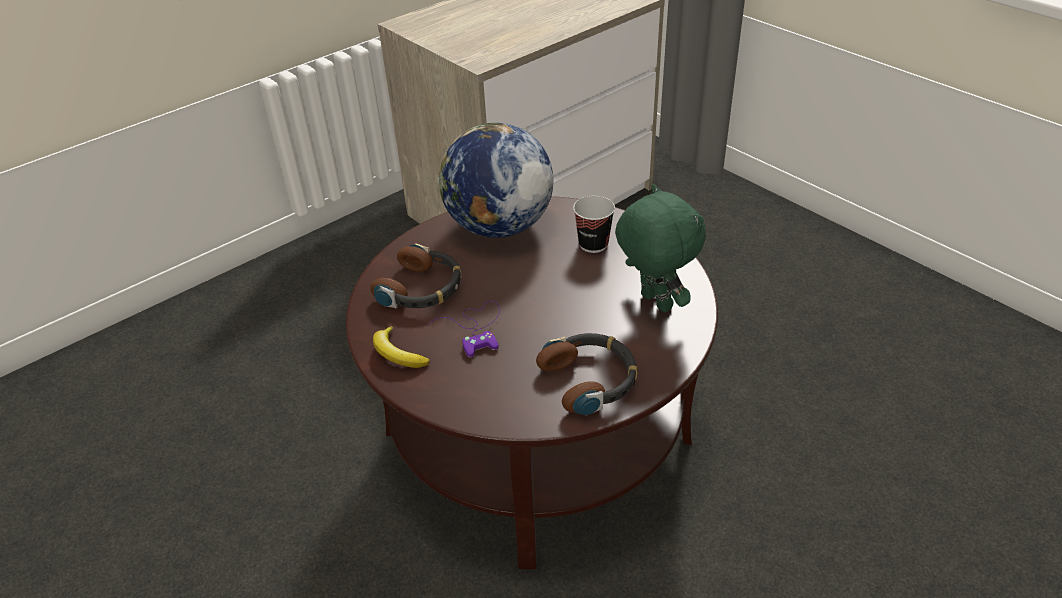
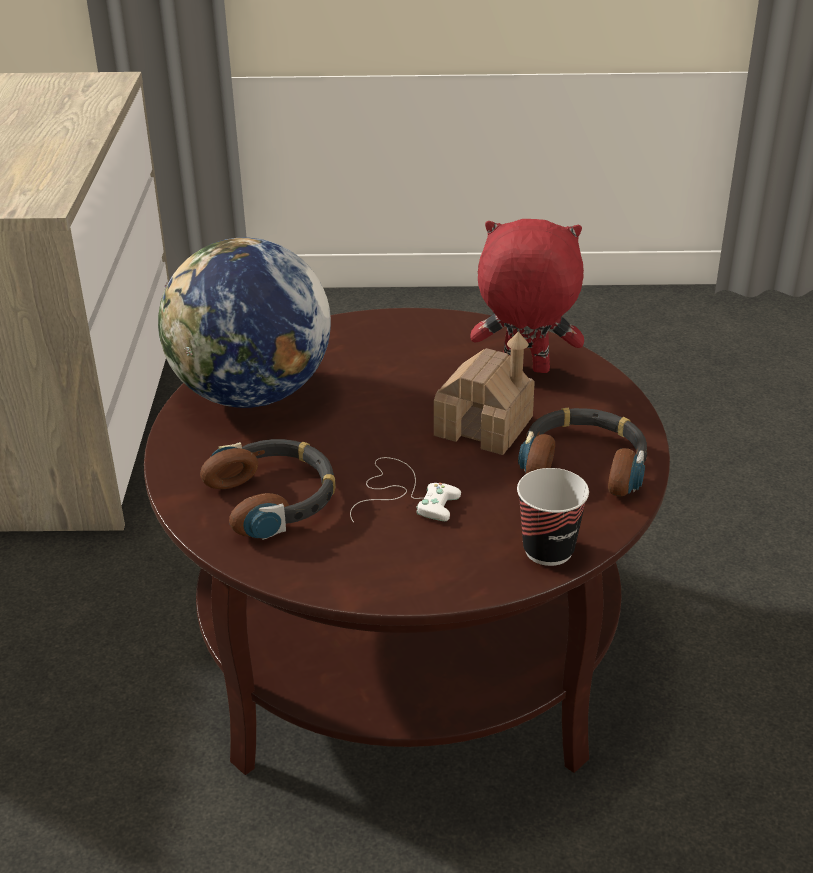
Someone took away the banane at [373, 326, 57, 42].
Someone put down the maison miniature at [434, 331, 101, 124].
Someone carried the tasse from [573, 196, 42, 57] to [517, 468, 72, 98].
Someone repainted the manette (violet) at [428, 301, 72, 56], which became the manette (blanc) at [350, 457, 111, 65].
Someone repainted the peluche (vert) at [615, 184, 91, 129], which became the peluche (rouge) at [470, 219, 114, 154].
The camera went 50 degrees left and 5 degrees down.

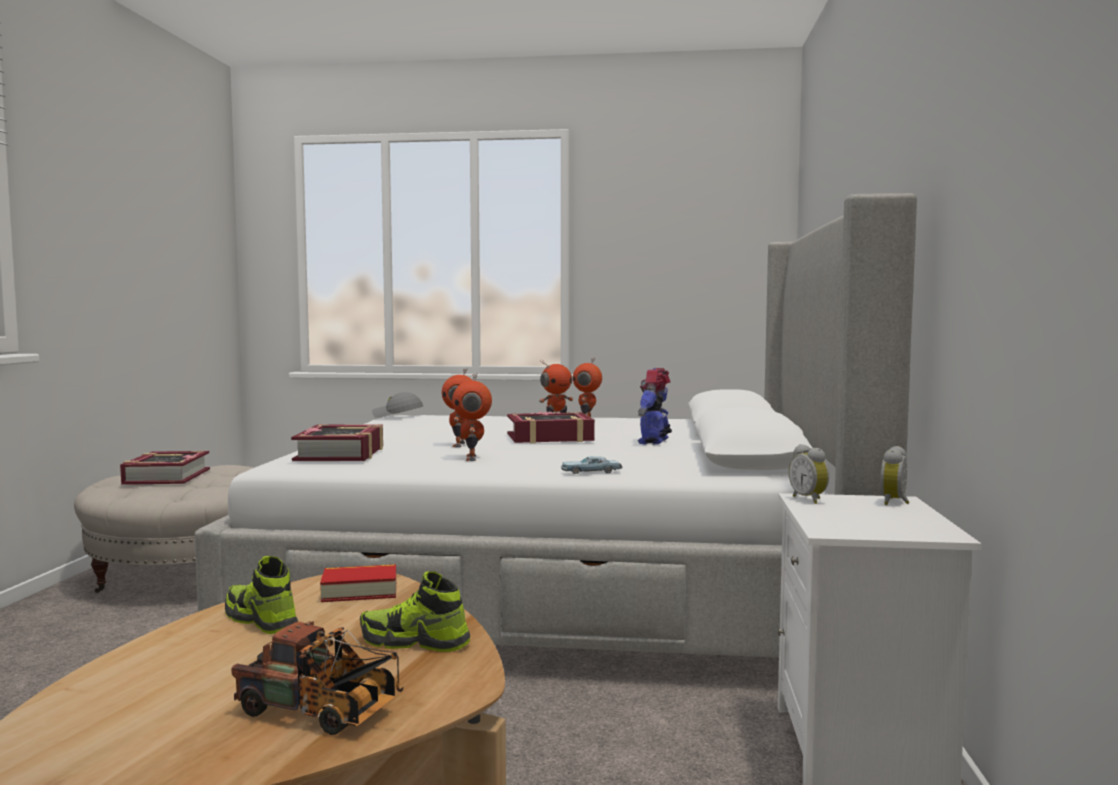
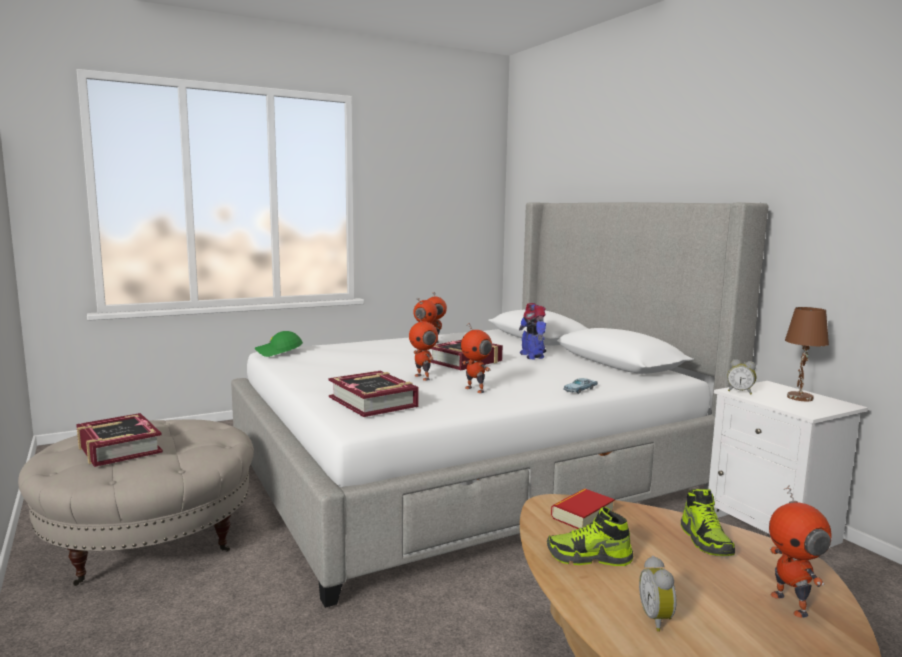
Someone put down the lampe de table (marron) at [785, 307, 44, 94].
Someone carried the réveil from [880, 446, 29, 59] to [639, 556, 37, 76].
Someone swapped the camion jouet at [231, 621, 172, 114] for the robot jouet at [769, 485, 63, 133].
Someone repainted the casquette (gris) at [372, 392, 51, 26], which became the casquette (vert) at [255, 331, 48, 26].
Someone rotated the chaussure at [360, 572, 110, 80] by 75 degrees counterclockwise.
The camera went 35 degrees left and 5 degrees up.

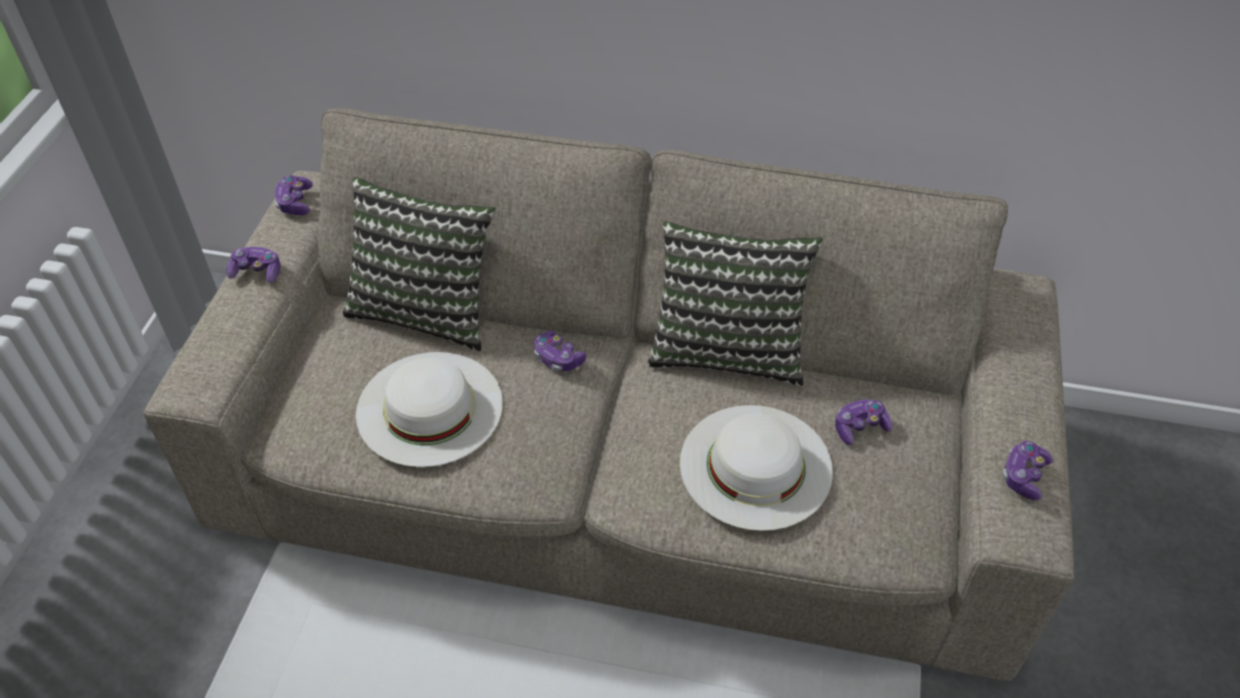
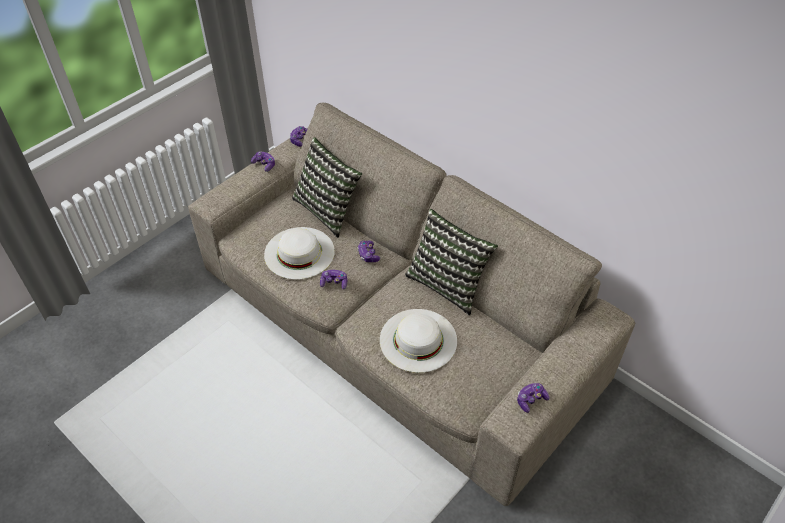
Someone carried the manette from [835, 400, 57, 45] to [320, 270, 27, 20].
The camera went 30 degrees right and 0 degrees up.

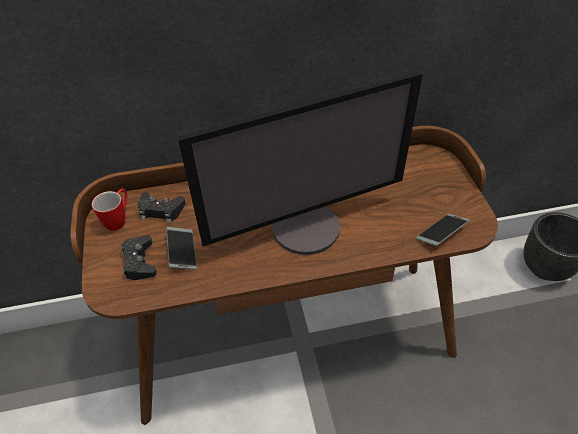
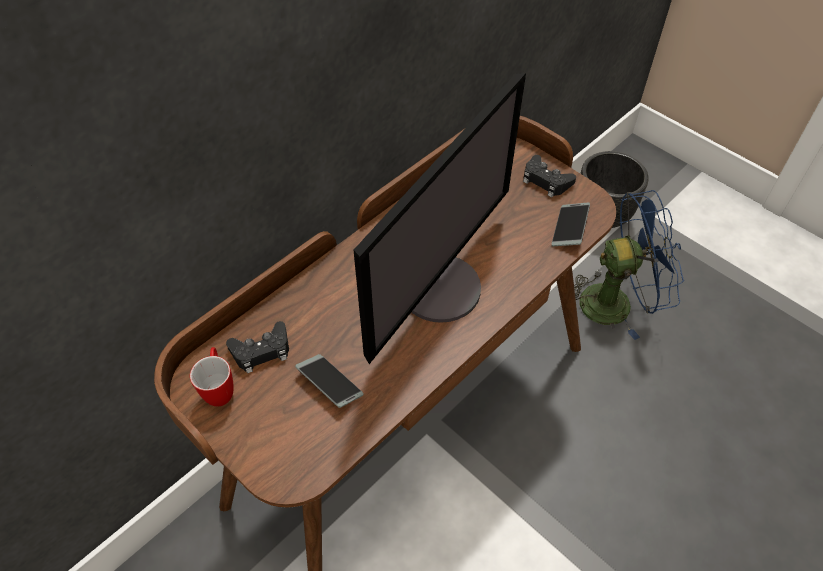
Someone put down the ventilateur (bleu) at [574, 190, 110, 150].
Someone carried the manette (noir) from [121, 235, 36, 45] to [523, 155, 53, 43].
The camera went 35 degrees left and 5 degrees up.

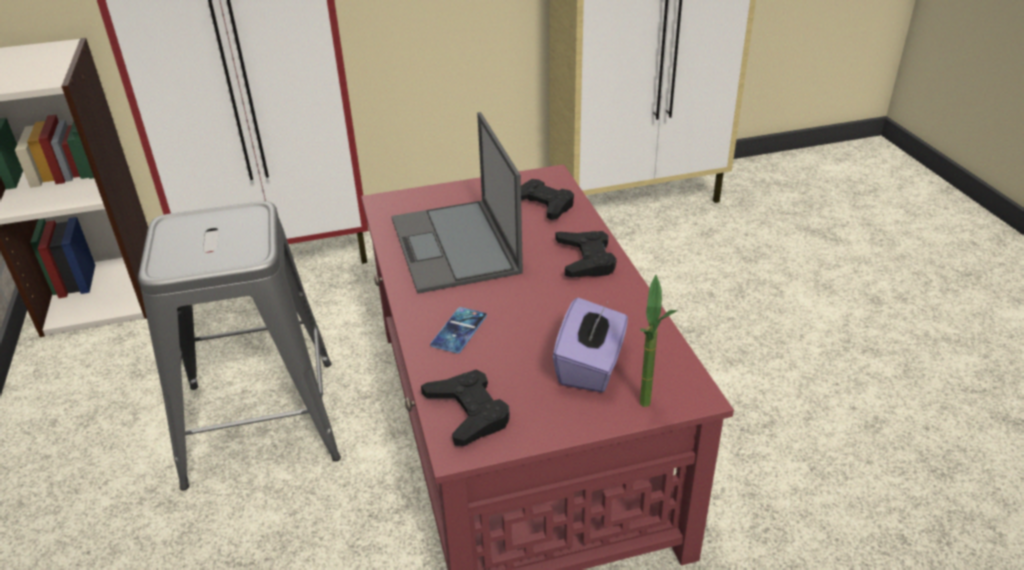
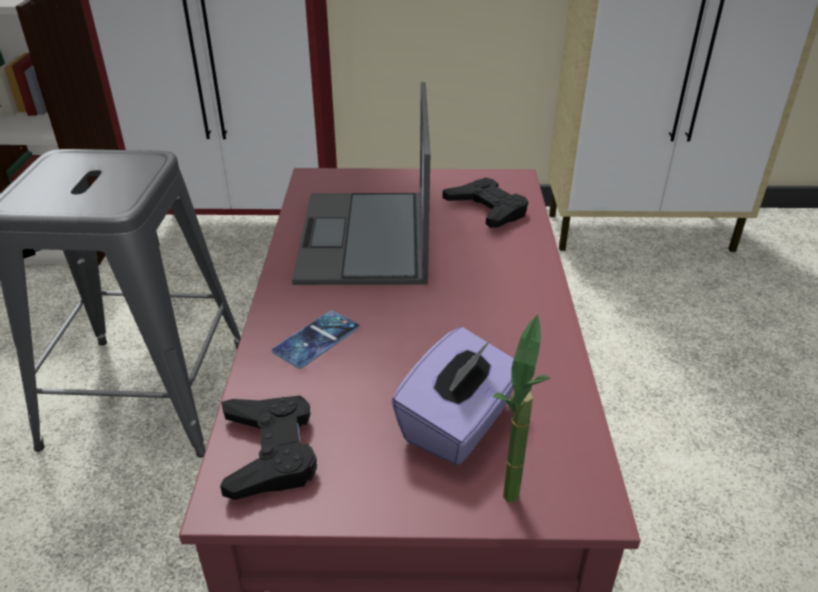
Someone took away the manette (noir) at [556, 231, 61, 47].
The camera went 15 degrees right and 0 degrees up.

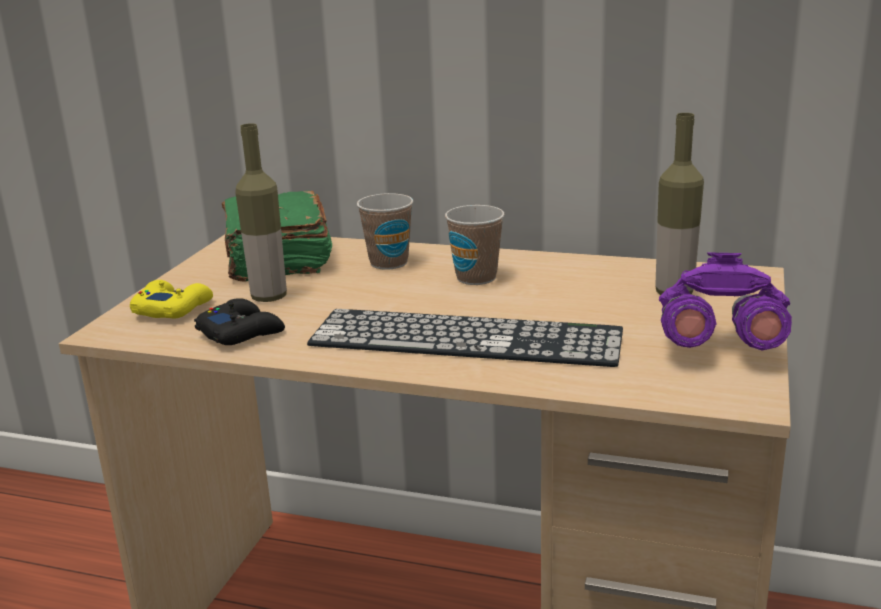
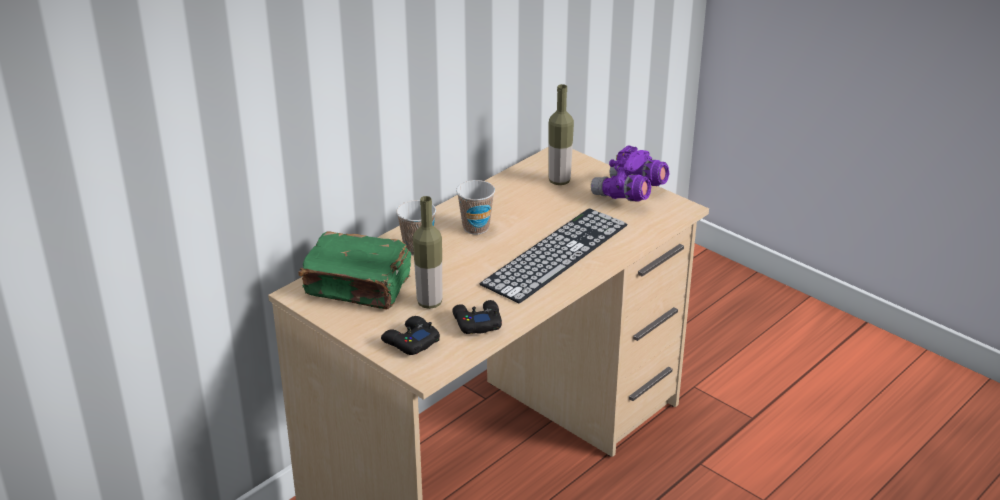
Someone repainted the manette (jaune) at [130, 280, 83, 38], which became the manette (noir) at [381, 316, 59, 39].
The camera went 65 degrees left and 10 degrees up.

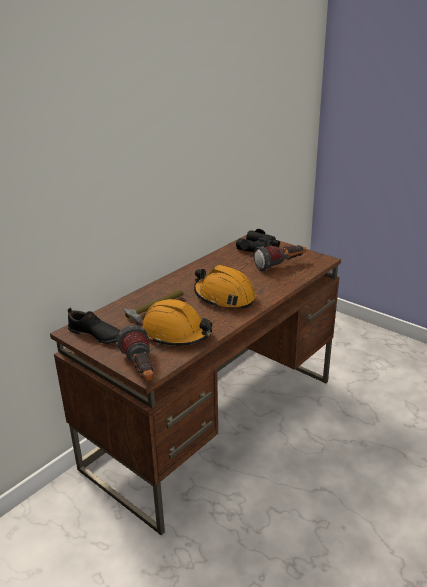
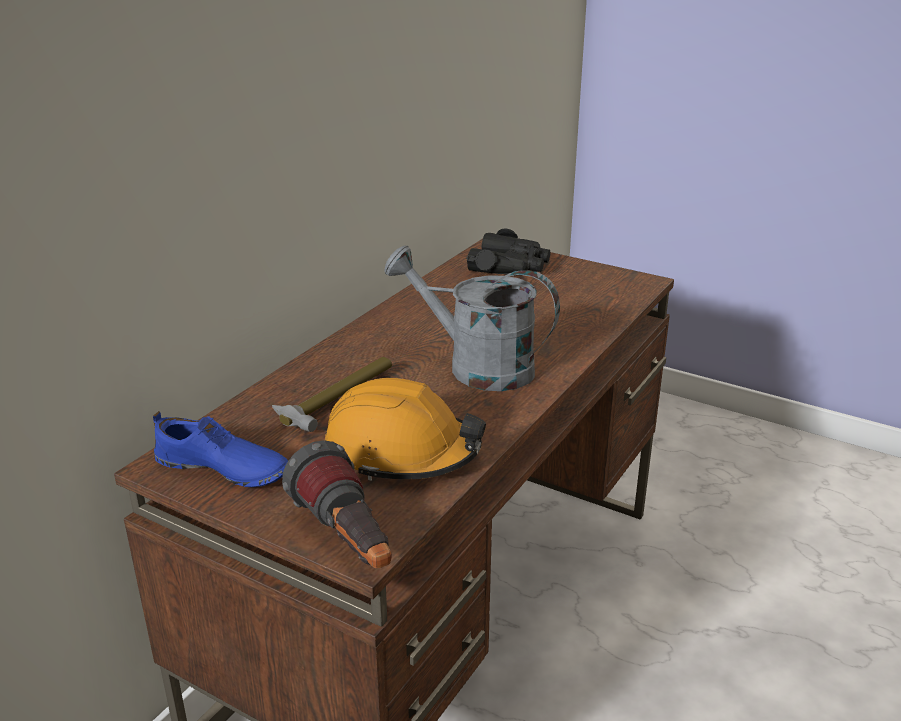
Someone took away the lampe de poche at [254, 245, 52, 26].
Someone swapped the casque de chantier (orange) at [194, 265, 62, 44] for the arrosoir (gris) at [384, 246, 176, 145].
Someone repainted the chaussure (noir) at [68, 307, 53, 37], which became the chaussure (bleu) at [153, 411, 135, 76].
The camera went 10 degrees left and 0 degrees up.

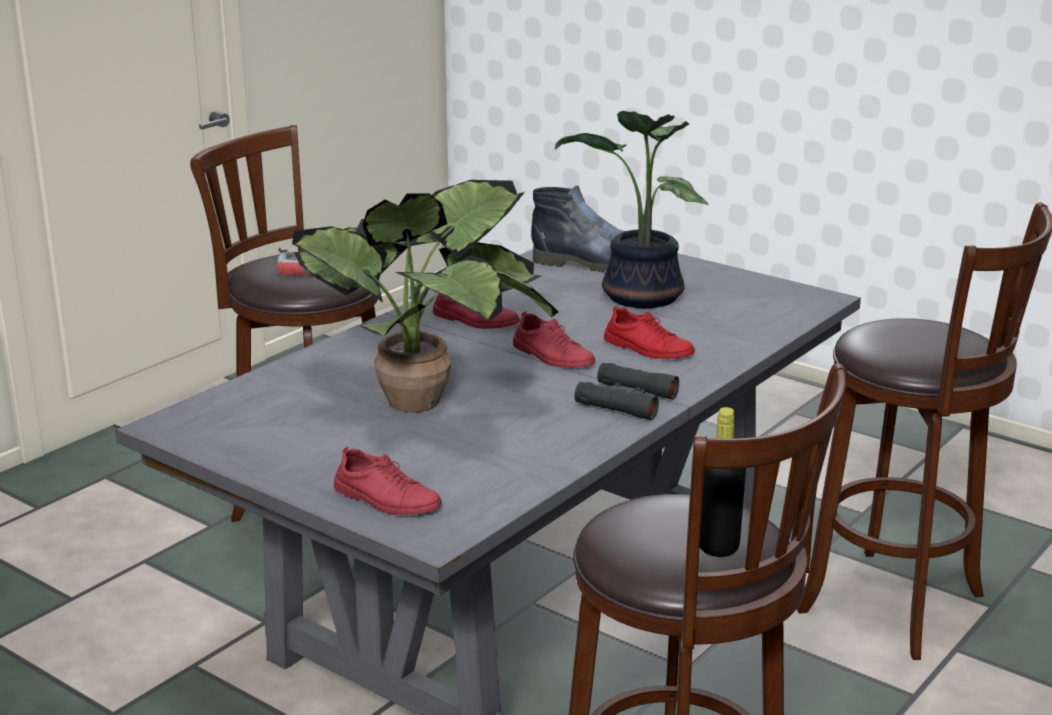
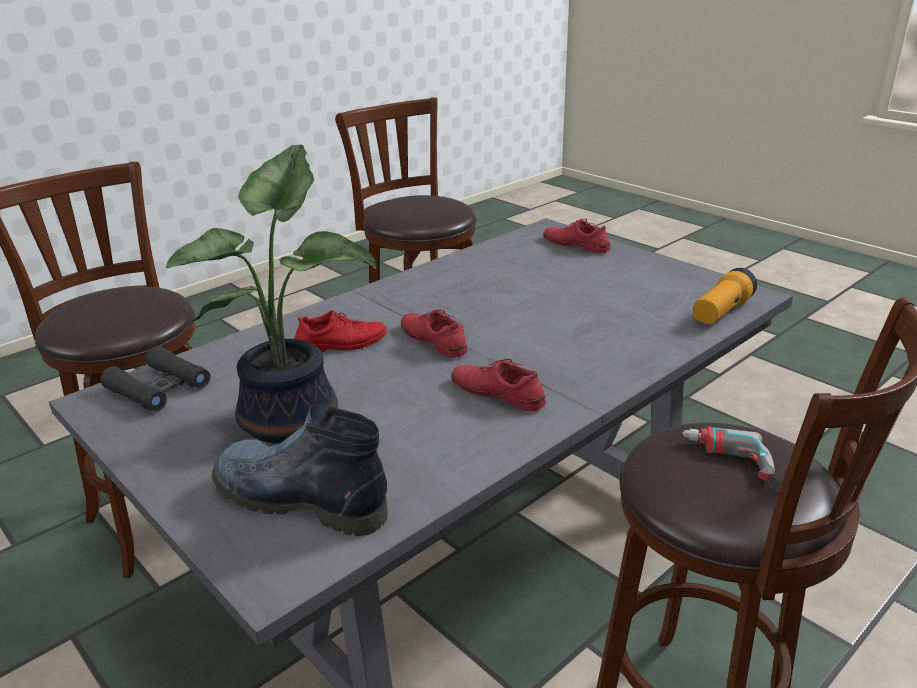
Someone took away the plante en pot at [292, 180, 266, 233].
Someone took away the bouteille (noir) at [700, 407, 46, 150].
Someone put down the lampe de poche at [693, 268, 64, 56].
Someone carried the jumelles (noir) from [575, 363, 104, 57] to [101, 346, 109, 66].
Someone rotated the chaussure (rouge) at [604, 306, 91, 53] by 120 degrees clockwise.
The camera went 170 degrees left and 5 degrees up.

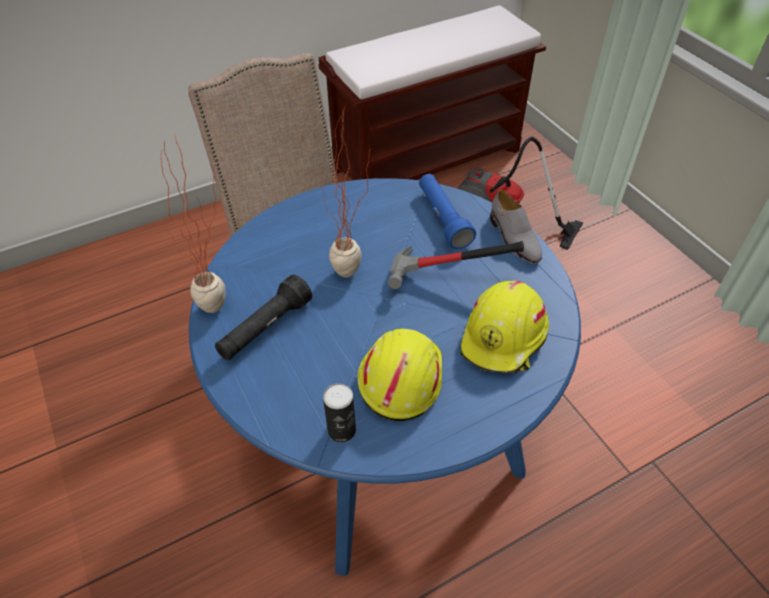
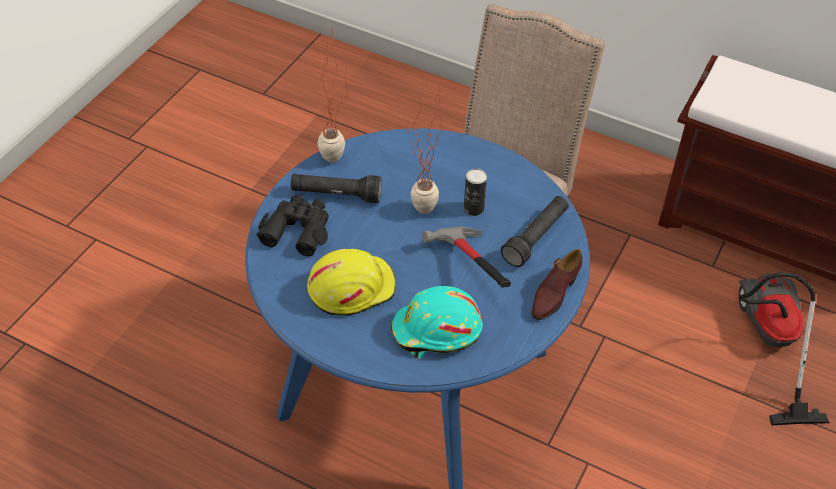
Someone put down the jumelles (noir) at [257, 195, 72, 61].
Someone carried the boîte métallique from [323, 383, 33, 59] to [464, 168, 23, 48].
Someone repainted the lampe de poche (bleu) at [419, 174, 57, 75], which became the lampe de poche (noir) at [501, 196, 68, 71].
Someone repainted the casque de chantier (jaune) at [460, 281, 89, 92], which became the casque de chantier (turquoise) at [390, 286, 93, 72].
Someone repainted the chaussure (gris) at [490, 190, 52, 74], which became the chaussure (marron) at [531, 249, 51, 71].
The camera went 55 degrees right and 0 degrees up.

